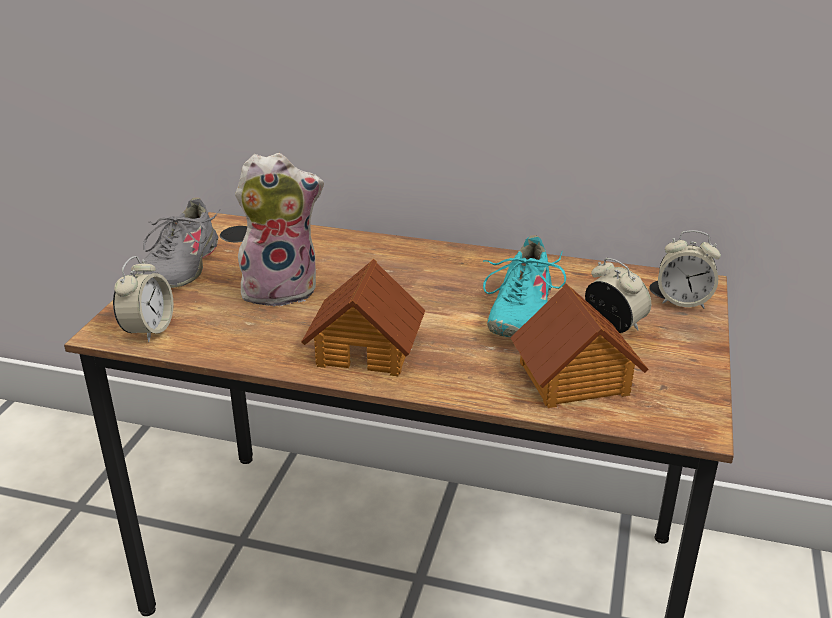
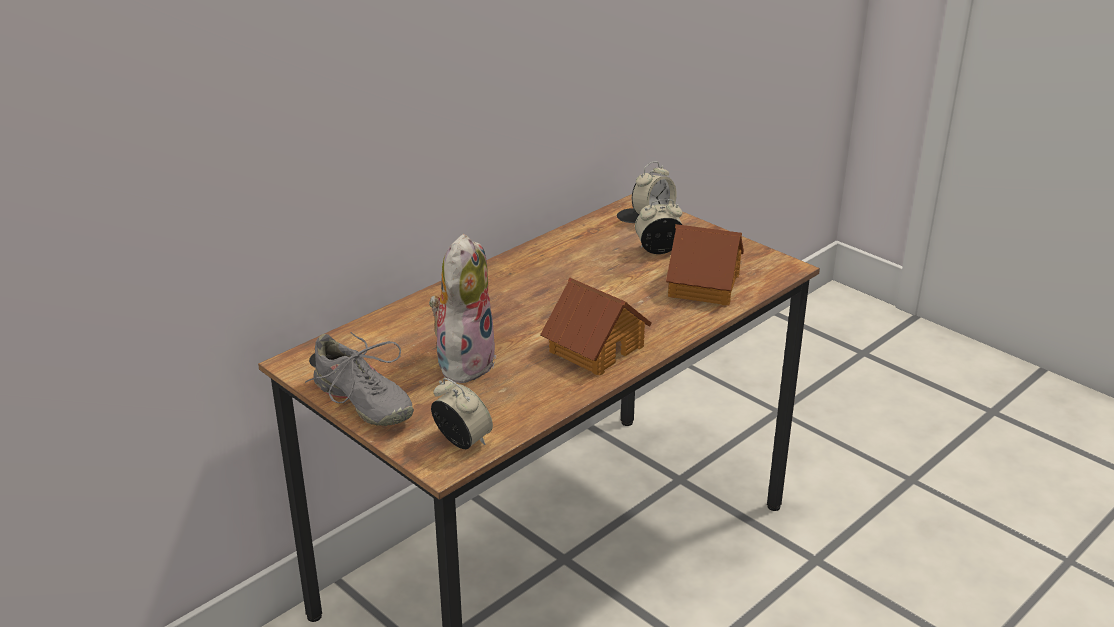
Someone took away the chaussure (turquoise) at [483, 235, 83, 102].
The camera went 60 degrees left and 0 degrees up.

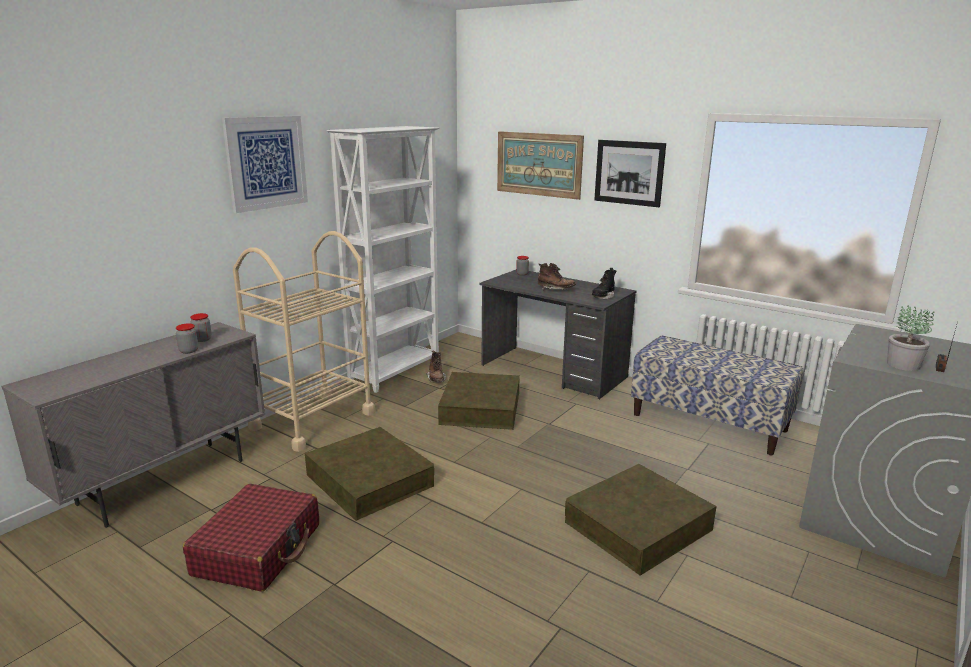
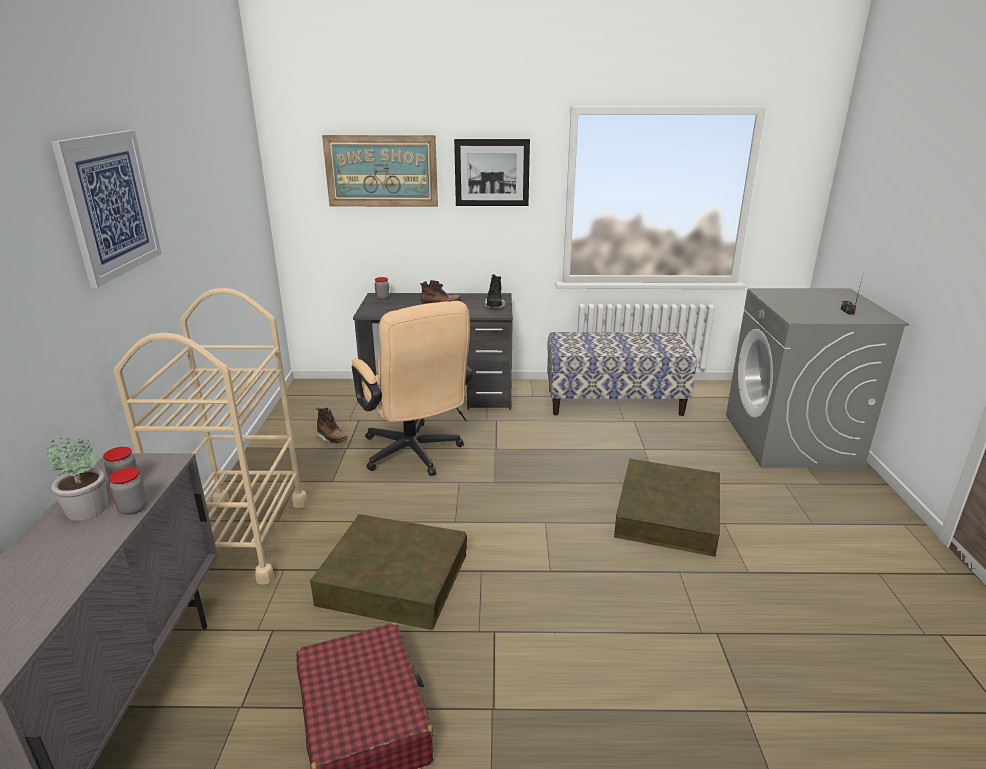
Someone took away the bibliothèque (blanc) at [327, 126, 112, 267].
Someone carried the plante en pot from [887, 305, 48, 66] to [47, 437, 61, 83].
Someone swapped the boîte de rangement (marron) at [438, 372, 82, 58] for the chaise de bureau (beige) at [352, 301, 121, 175].
The camera went 35 degrees left and 5 degrees up.

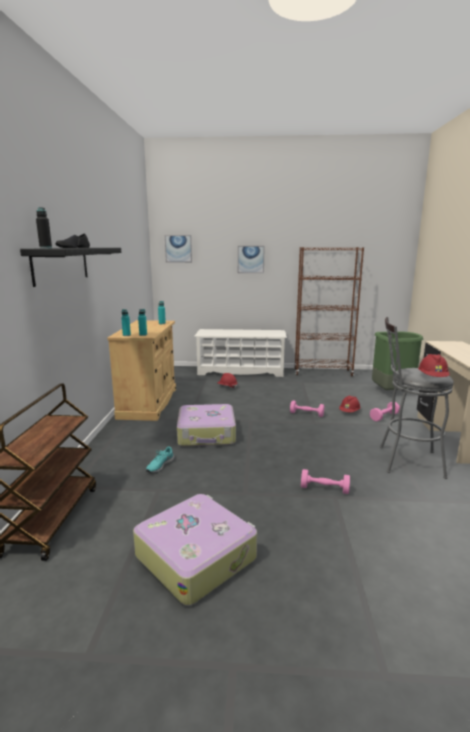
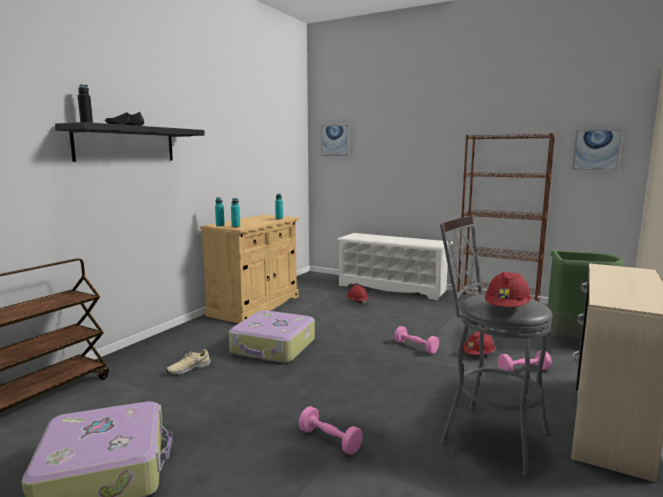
Someone carried the tableau from [238, 246, 27, 27] to [573, 130, 49, 40].
Someone repainted the chaussure (turquoise) at [146, 446, 29, 27], which became the chaussure (beige) at [166, 349, 45, 26].
The camera went 25 degrees right and 5 degrees down.

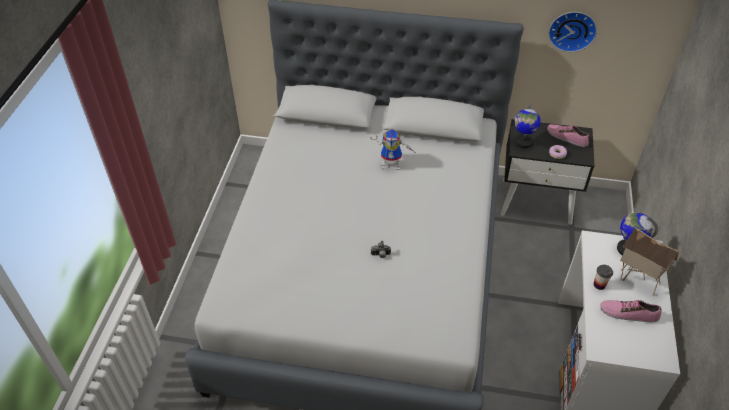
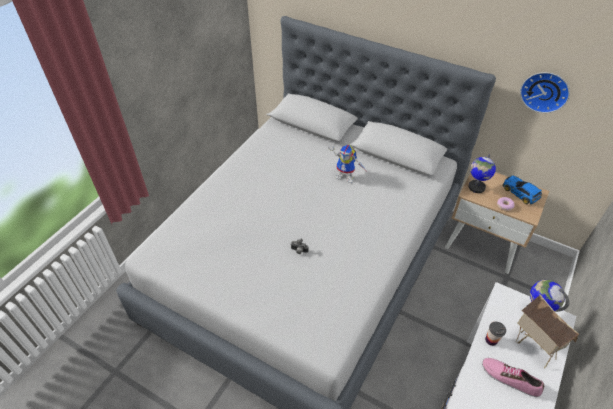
Someone swapped the chaussure at [547, 124, 43, 23] for the petite voiture at [502, 175, 40, 29].
Someone repainted the table de chevet (noir) at [500, 119, 95, 106], which became the table de chevet (beige) at [445, 172, 104, 102].
The camera went 20 degrees right and 0 degrees up.

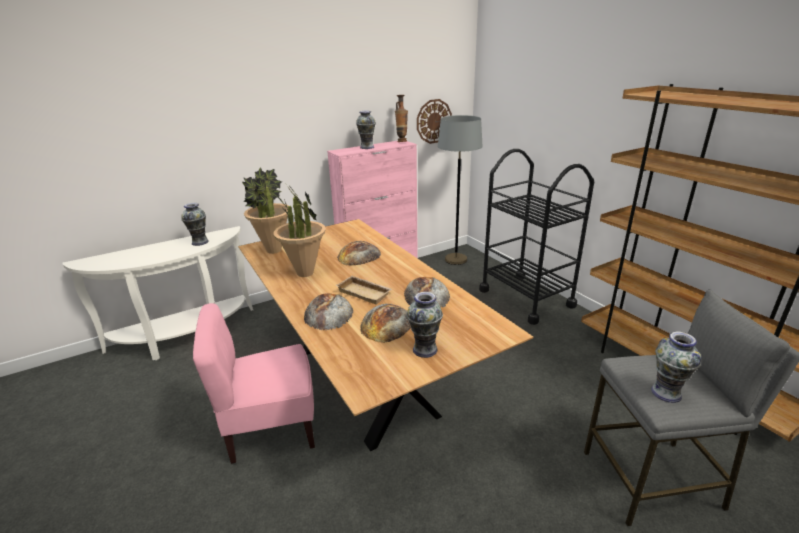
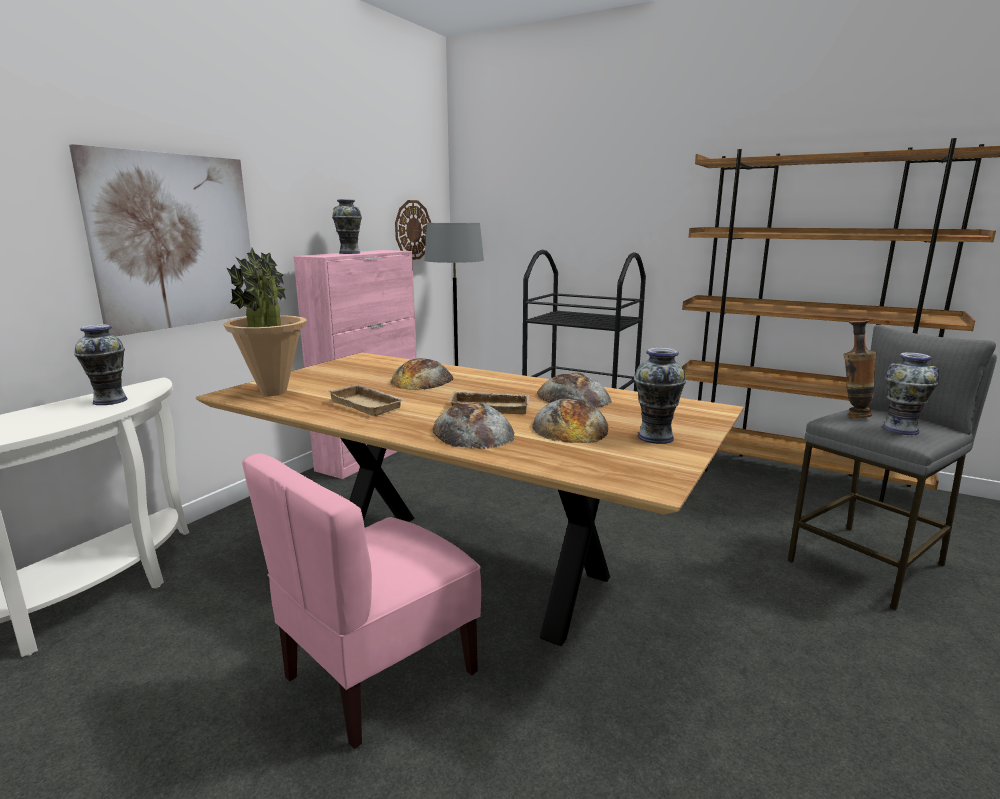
Someone put up the tableau at [69, 144, 184, 193].
Someone carried the vase from [395, 95, 13, 47] to [843, 320, 34, 98].
Someone swapped the plante en pot at [273, 185, 53, 92] for the plateau (beige) at [327, 384, 79, 32].
The camera went 30 degrees left and 10 degrees down.

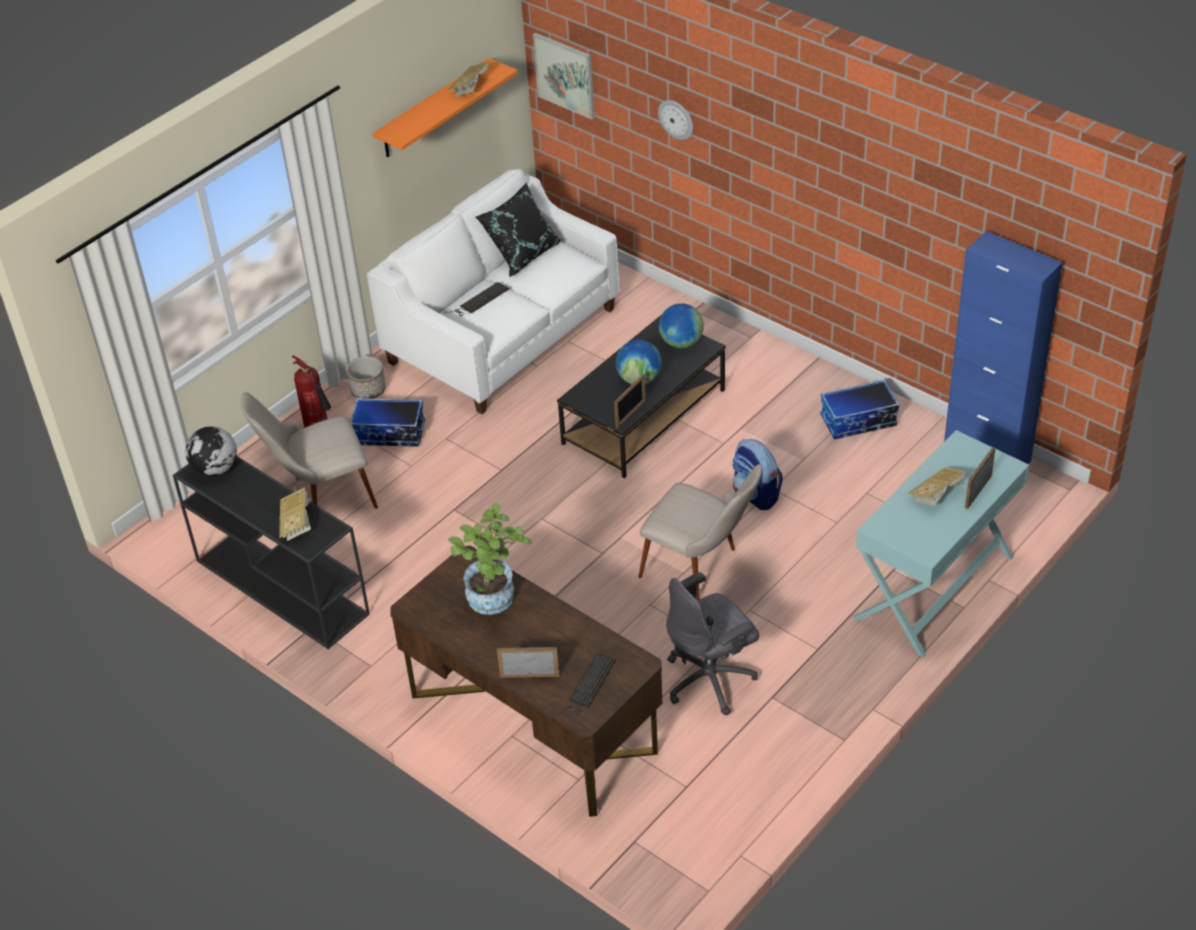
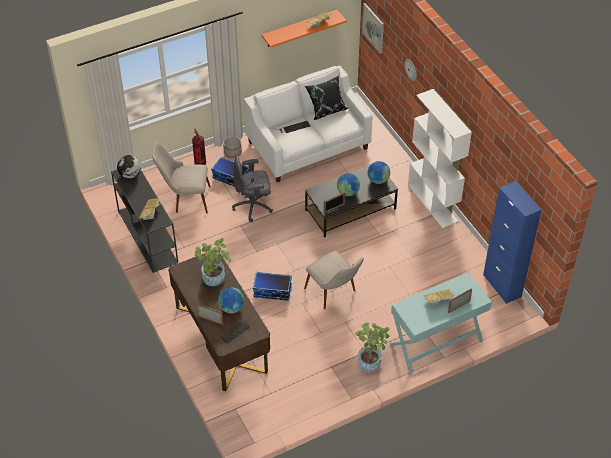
Someone took away the sac à dos at [732, 439, 51, 71].
Someone put down the globe at [218, 287, 26, 26].
Someone put down the plante en pot at [355, 322, 35, 50].
Someone put down the bibliothèque (blanc) at [408, 89, 64, 139].
Someone carried the chaise de bureau (gris) from [666, 573, 93, 142] to [232, 156, 41, 66].
Someone carried the boîte de rangement from [821, 379, 78, 60] to [253, 272, 39, 29].
The camera went 20 degrees right and 5 degrees up.

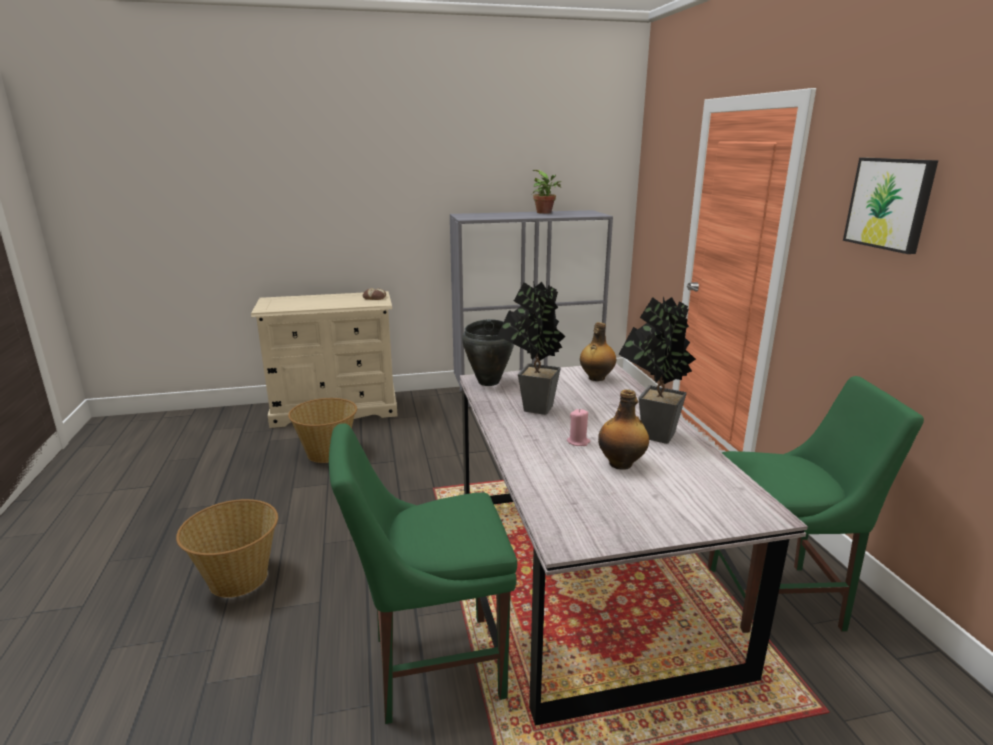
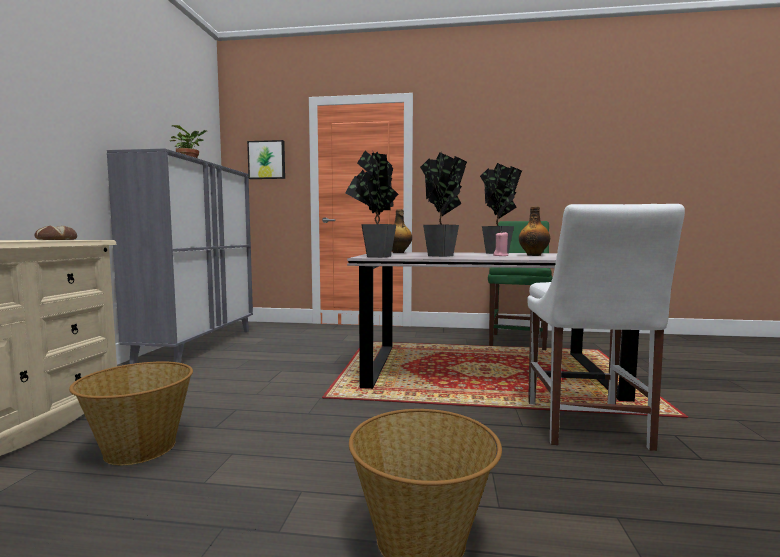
Someone carried the tableau from [843, 158, 95, 96] to [247, 140, 38, 39].
Someone swapped the marmite (noir) at [462, 319, 52, 67] for the plante en pot at [345, 150, 53, 107].
Someone repainted the chaise (vert) at [329, 423, 188, 301], which became the chaise (blanc) at [527, 204, 158, 247].
The camera went 70 degrees left and 15 degrees down.

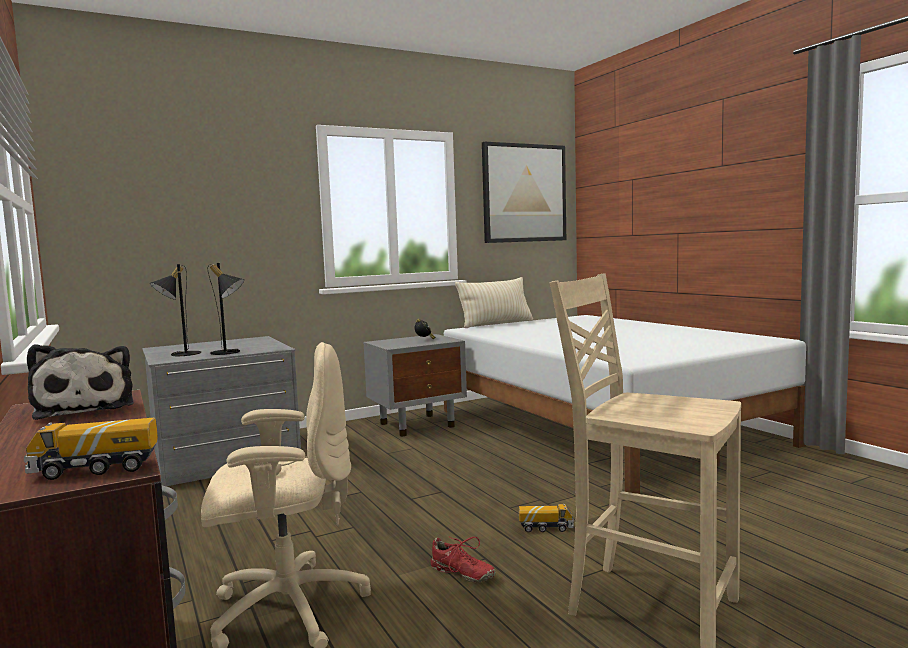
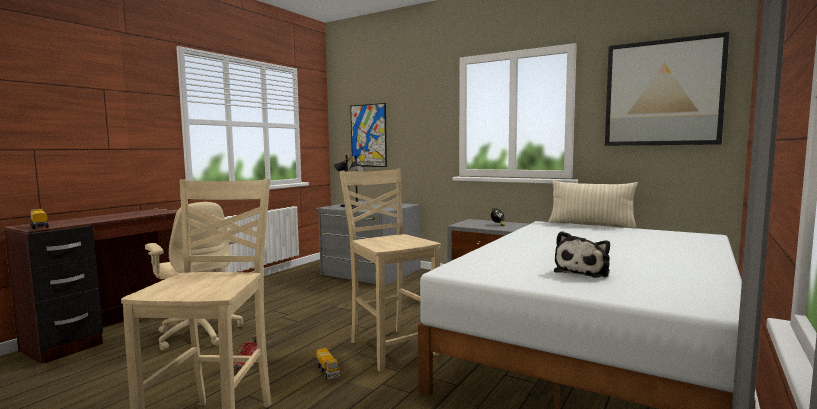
Someone put down the chaise (beige) at [339, 169, 102, 203].
Someone put up the tableau at [350, 103, 37, 64].
Someone carried the peluche from [27, 344, 107, 76] to [554, 231, 56, 46].
The camera went 60 degrees right and 0 degrees up.

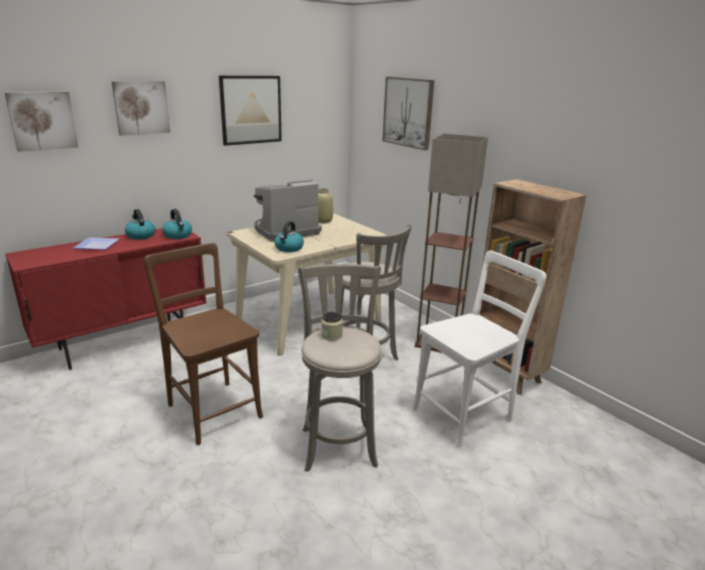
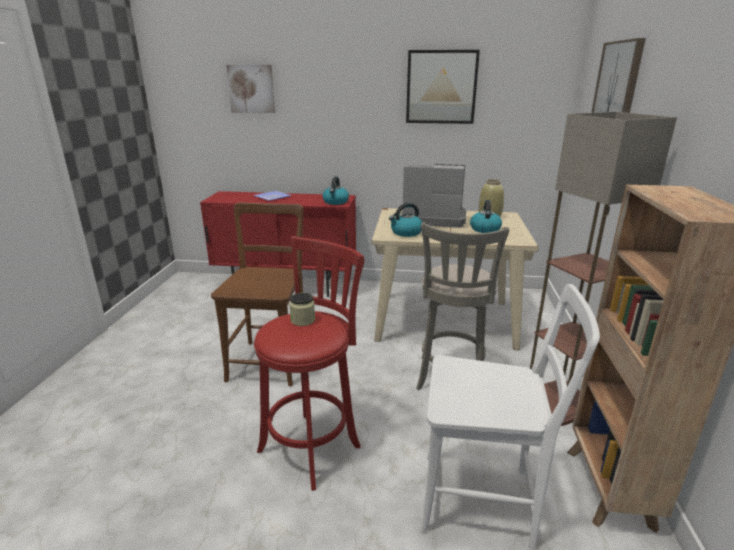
Someone took away the tableau at [112, 81, 58, 55].
Someone carried the bouilloire from [125, 209, 31, 31] to [470, 200, 32, 33].
Someone repainted the tabouret (gris) at [298, 264, 84, 208], which became the tabouret (rouge) at [254, 236, 110, 255].
The camera went 45 degrees right and 0 degrees up.

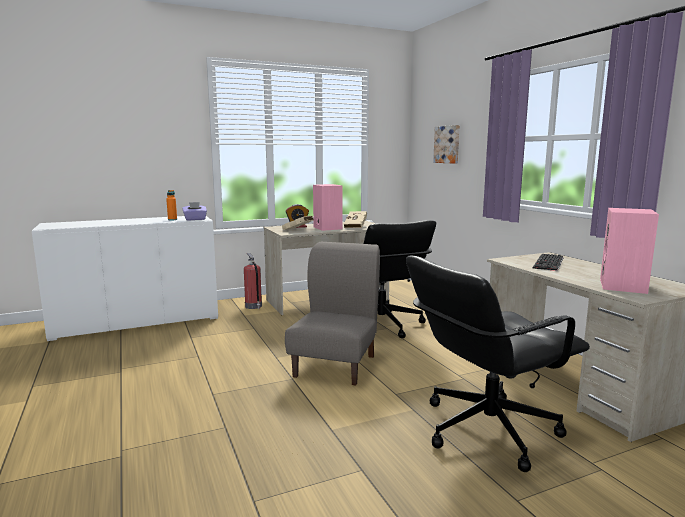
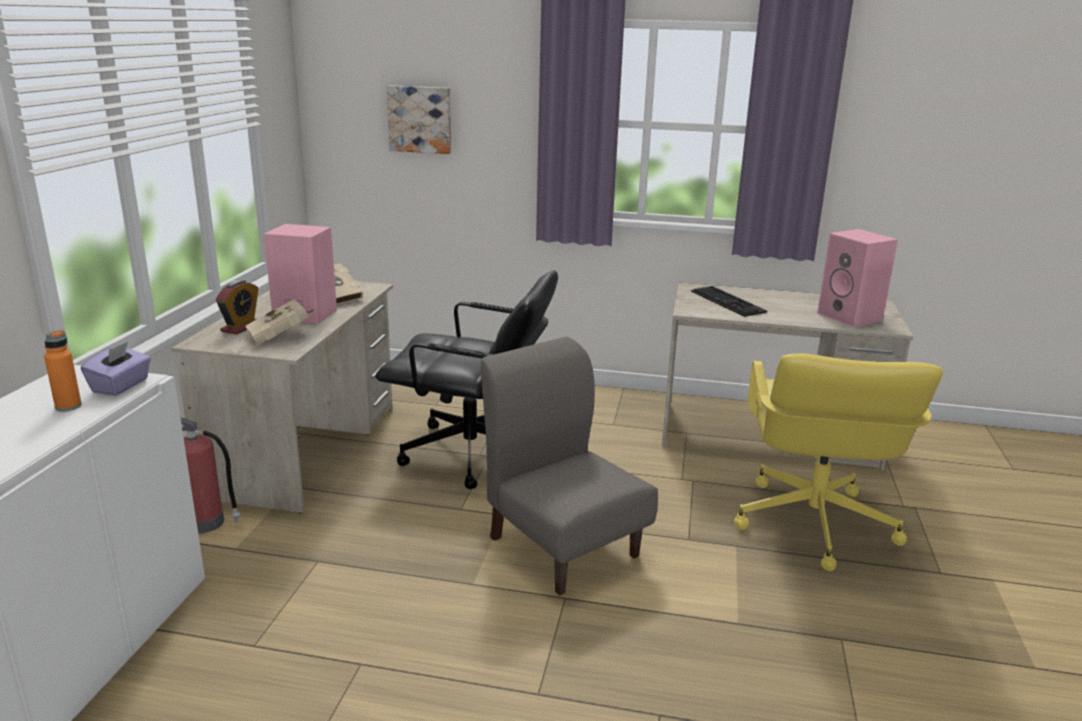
Someone repainted the chaise de bureau (noir) at [406, 256, 184, 216], which became the chaise de bureau (jaune) at [734, 354, 209, 217].
The camera went 55 degrees left and 10 degrees up.

